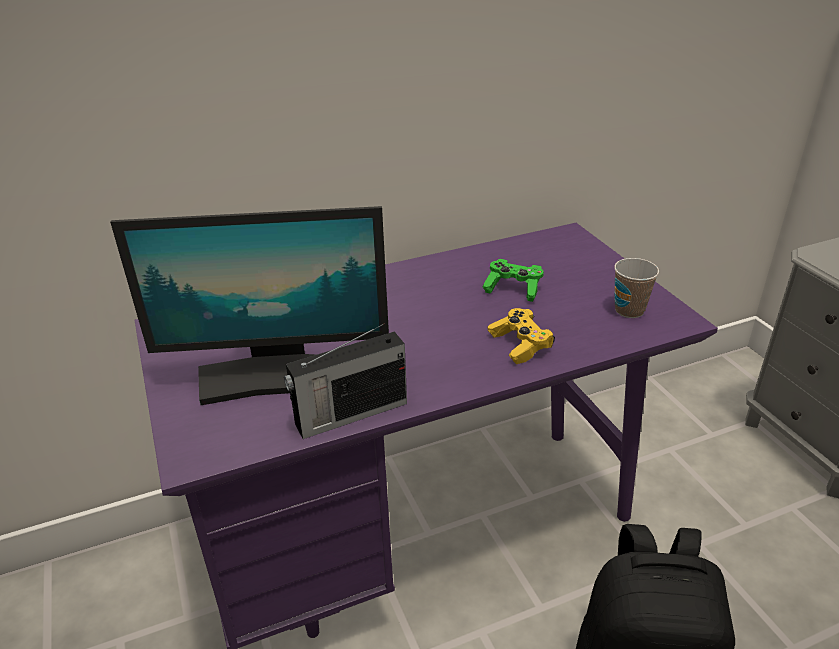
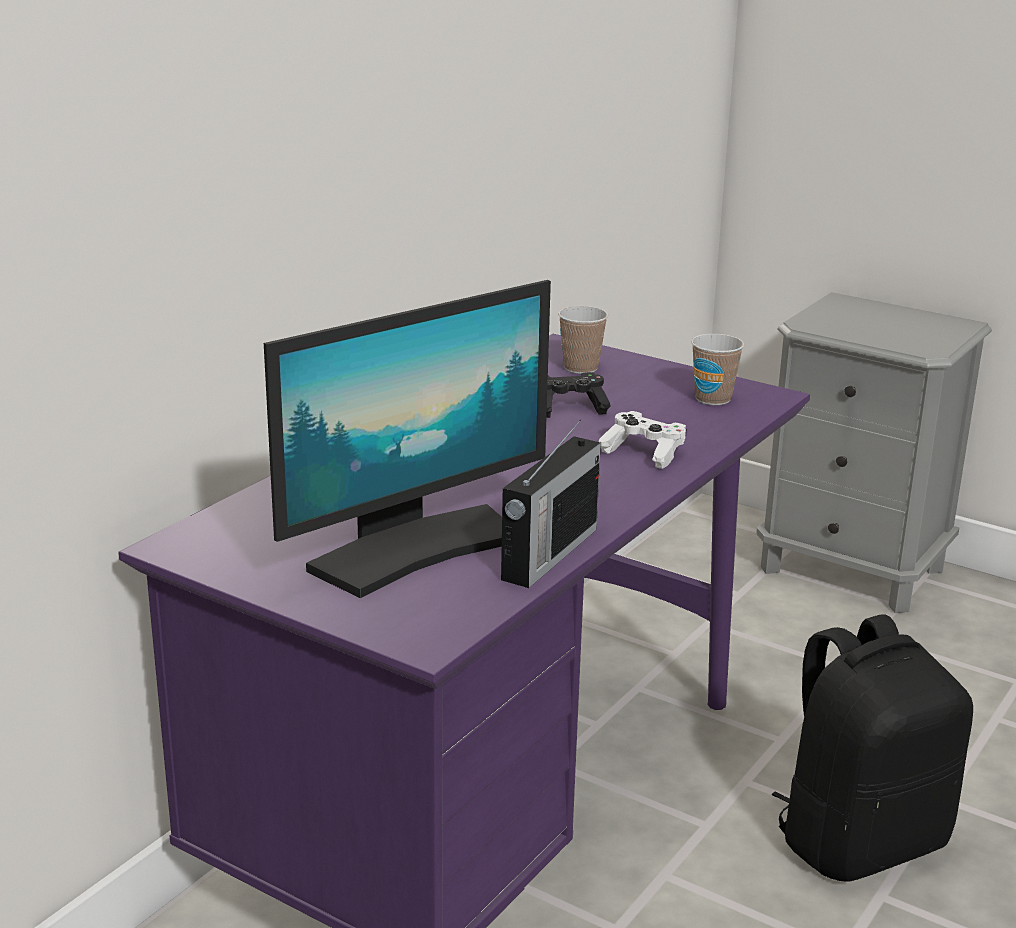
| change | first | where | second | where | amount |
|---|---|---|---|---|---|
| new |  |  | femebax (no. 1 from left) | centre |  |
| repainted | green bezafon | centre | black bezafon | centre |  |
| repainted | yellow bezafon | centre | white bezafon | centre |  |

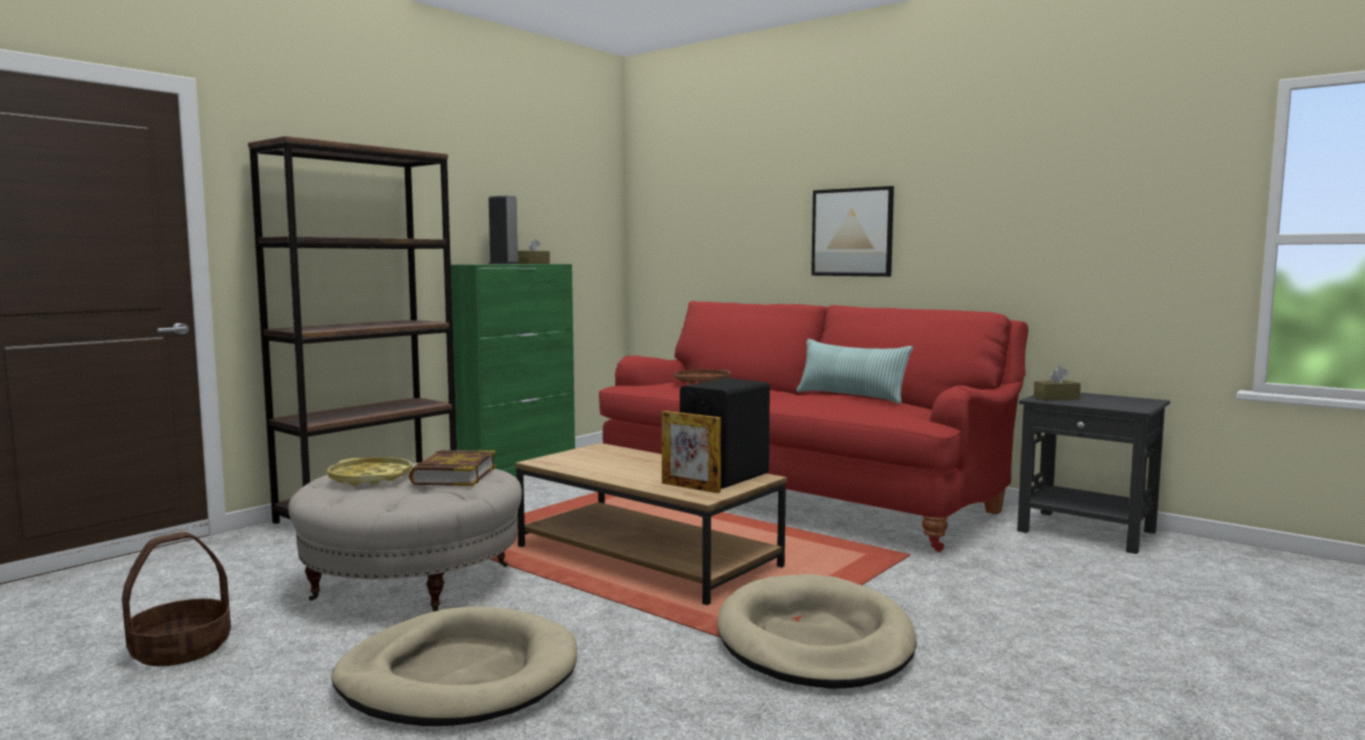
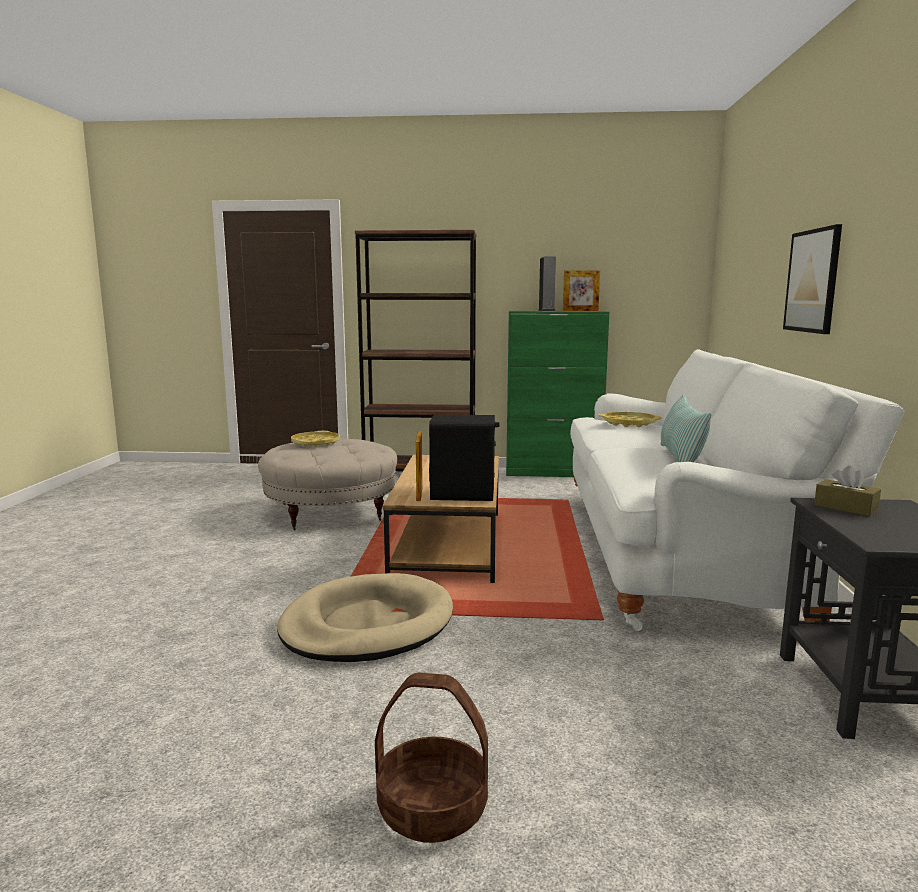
| change | first | where | second | where | amount |
|---|---|---|---|---|---|
| gone | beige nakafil (no. 1 from left) | bottom left |  |  |  |
| gone | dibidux | middle left |  |  |  |
| shifted | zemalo | bottom left |  | bottom centre |  |
| swapped | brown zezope (no. 1 from left) | centre | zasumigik (no. 2 from left) | top centre |  |
| repainted | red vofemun | centre | white vofemun | middle right |  |
| repainted | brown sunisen | centre | yellow sunisen (no. 2 from left) | middle right |  |

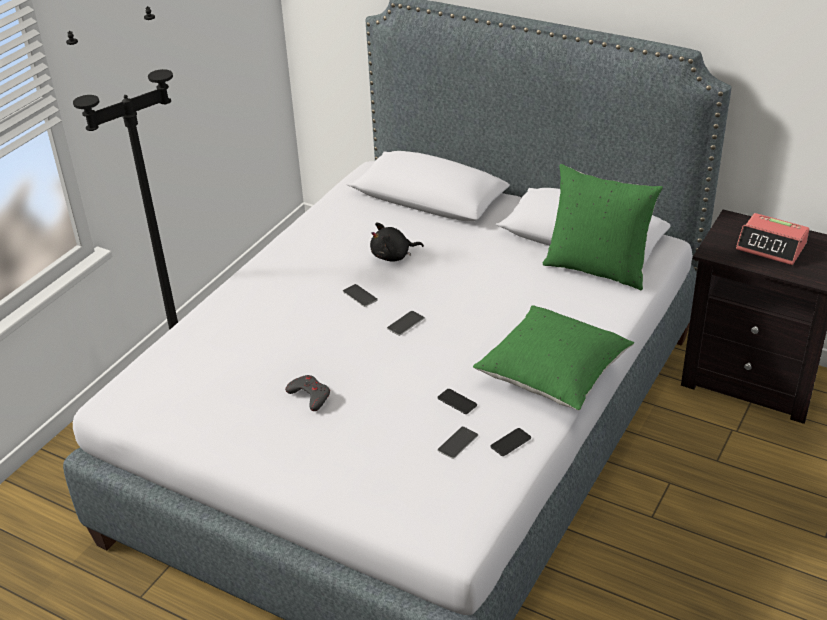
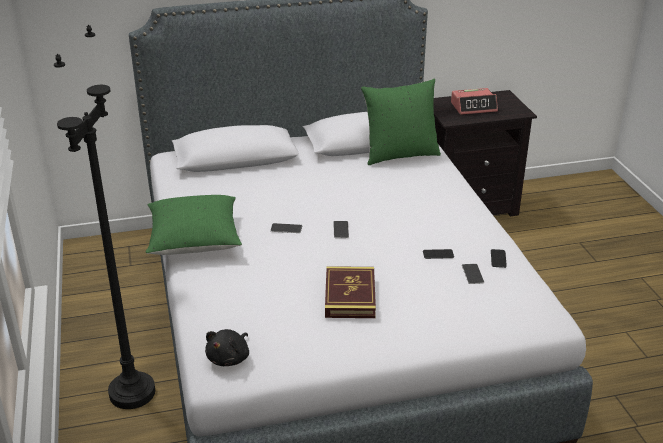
| change | first | where | second | where | amount |
|---|---|---|---|---|---|
| shifted | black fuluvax | centre |  | bottom centre |  |
| shifted | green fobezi (no. 1 from left) | middle right |  | middle left |  |
| swapped | grey bezafon | centre | dibidux | centre |  |

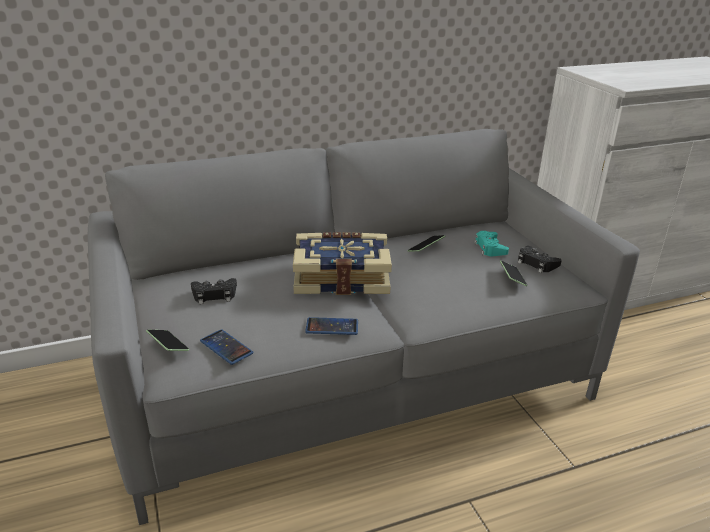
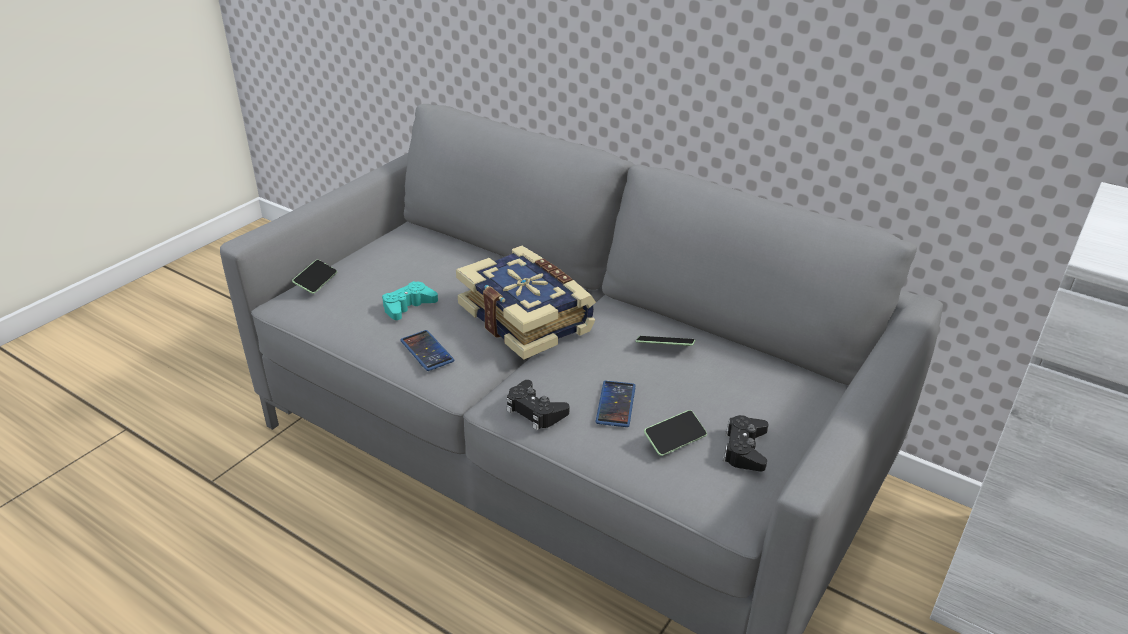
| change | first | where | second | where | amount |
|---|---|---|---|---|---|
| shifted | black bezafon (no. 1 from left) | middle left |  | centre |  |
| shifted | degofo (no. 2 from left in the first image) | middle left | degofo (no. 3 from left) | centre |  |
| shifted | turquoise bezafon | middle right |  | centre |  |

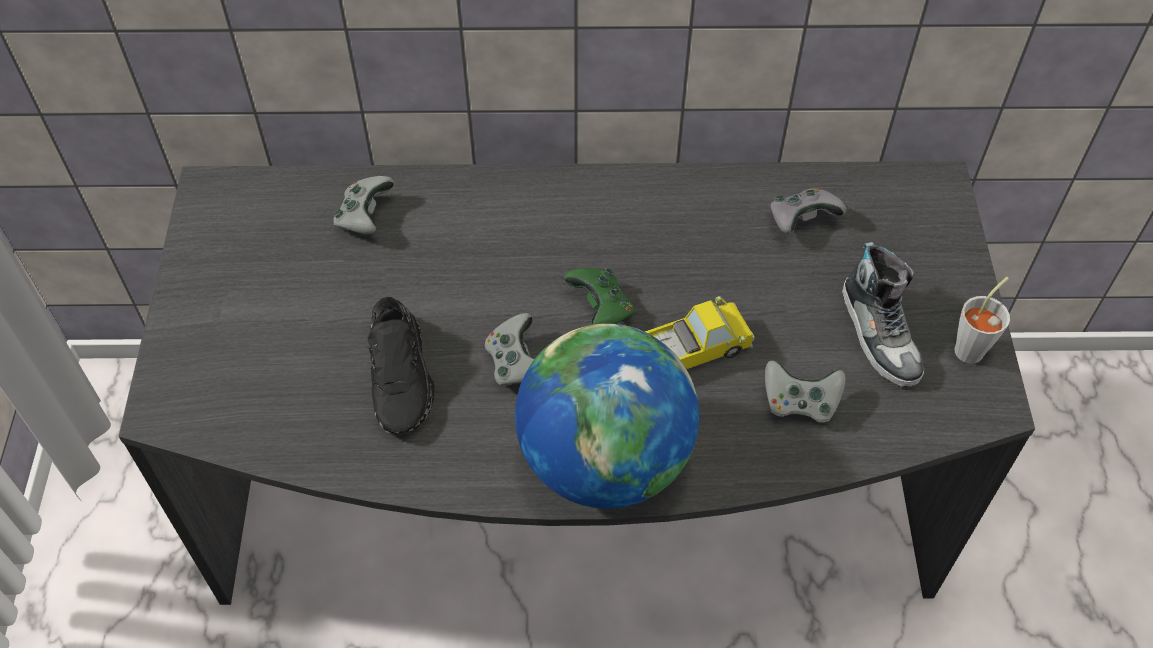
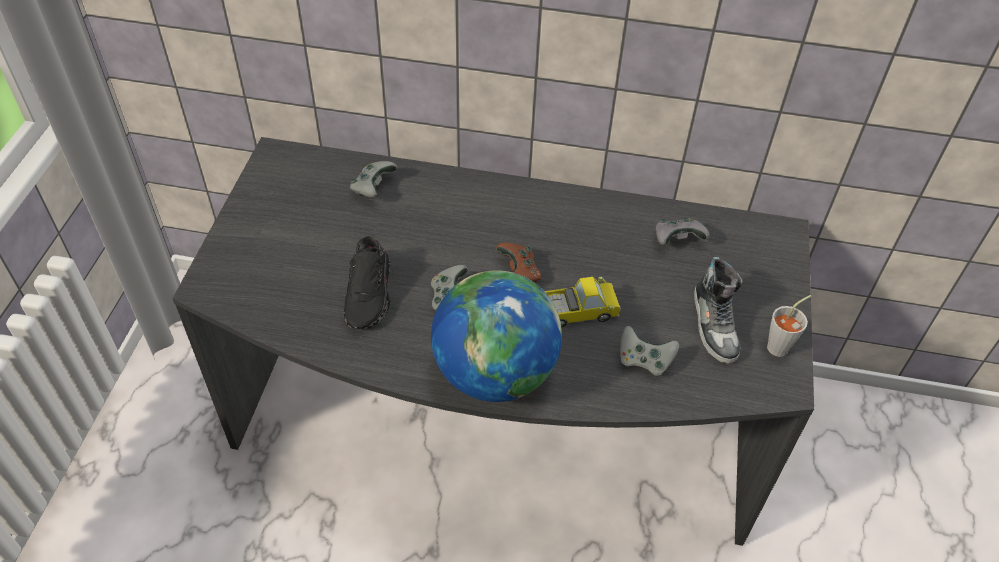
| change | first | where | second | where | amount |
|---|---|---|---|---|---|
| repainted | green bezafon | centre | brown bezafon | centre |  |

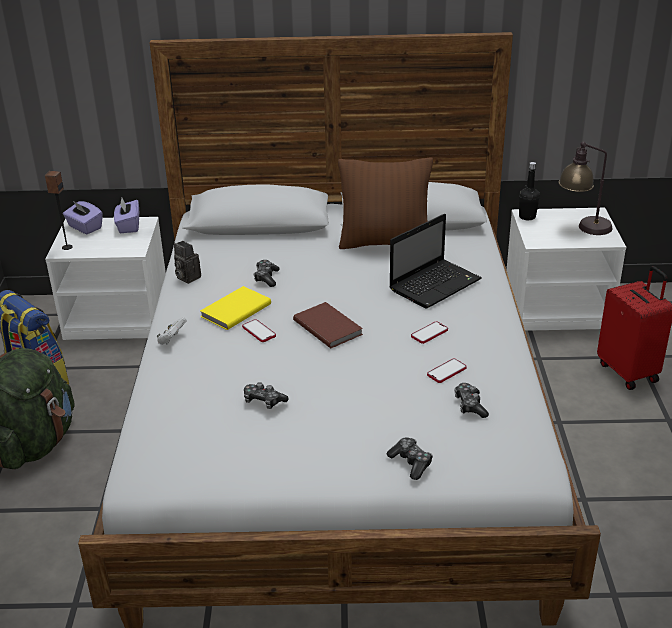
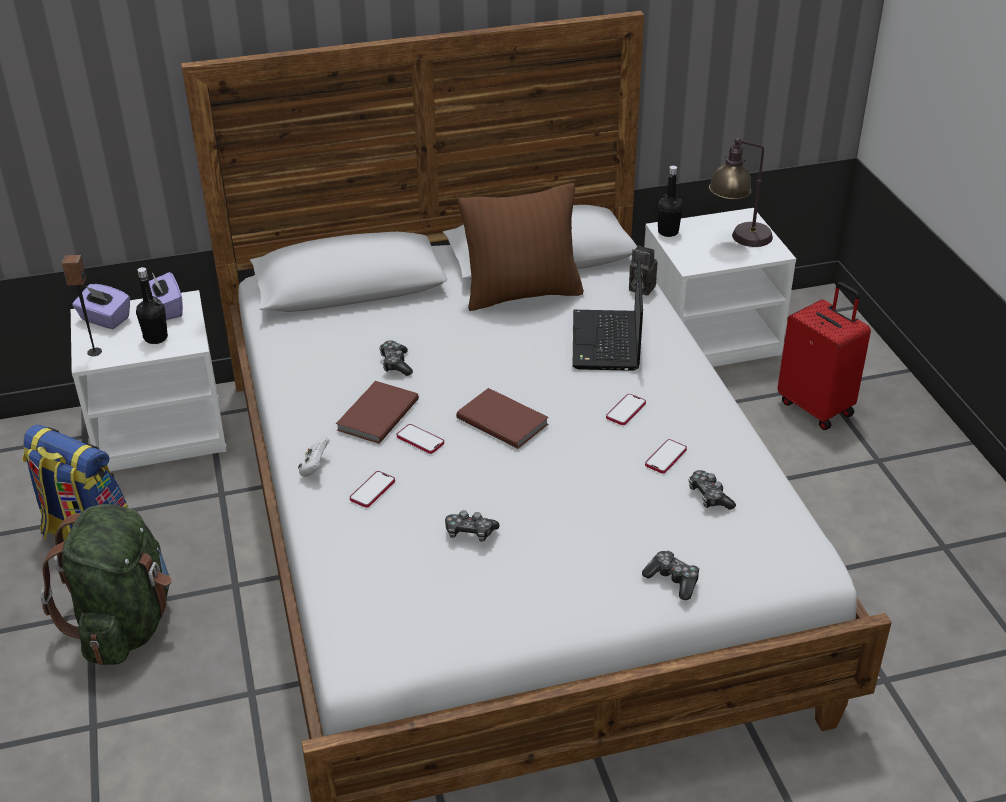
| change | first | where | second | where | amount |
|---|---|---|---|---|---|
| new |  |  | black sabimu (no. 1 from left) | middle left |  |
| new |  |  | degofo (no. 1 from left) | centre |  |
| shifted | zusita | middle left |  | centre |  |
| repainted | yellow dibidux | centre | brown dibidux (no. 1 from left) | centre |  |
| rotated | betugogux | centre |  | centre | 150 degrees clockwise |

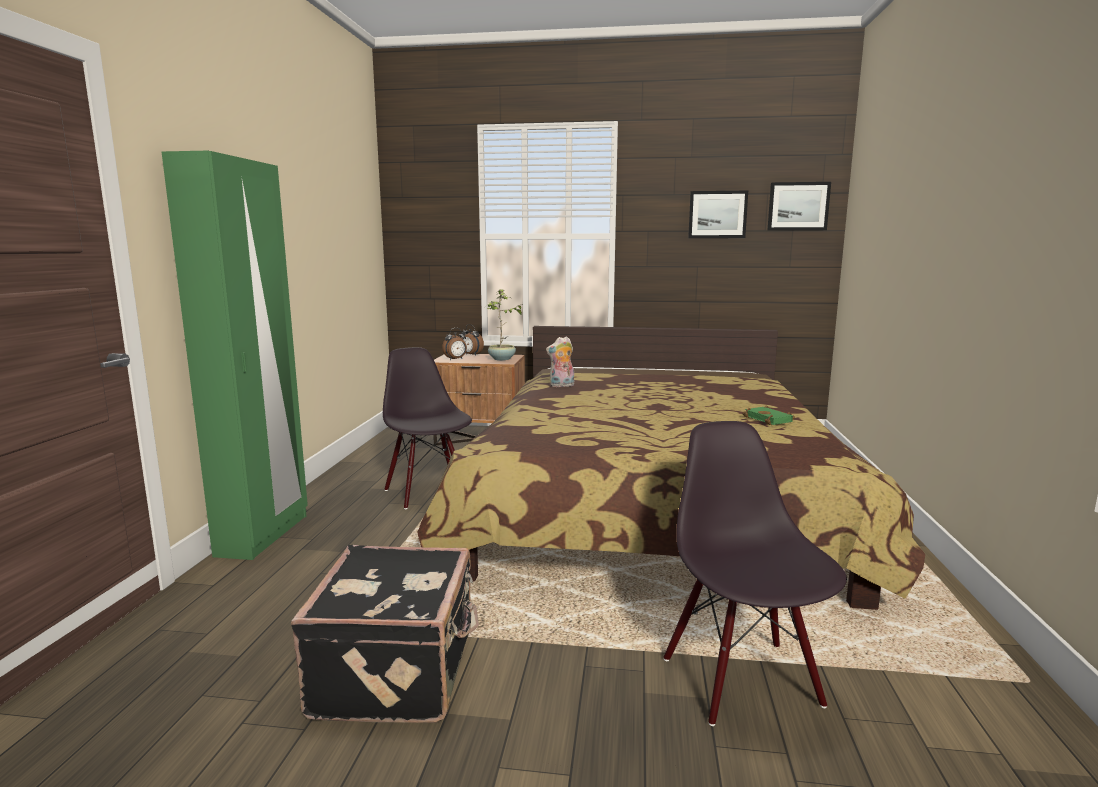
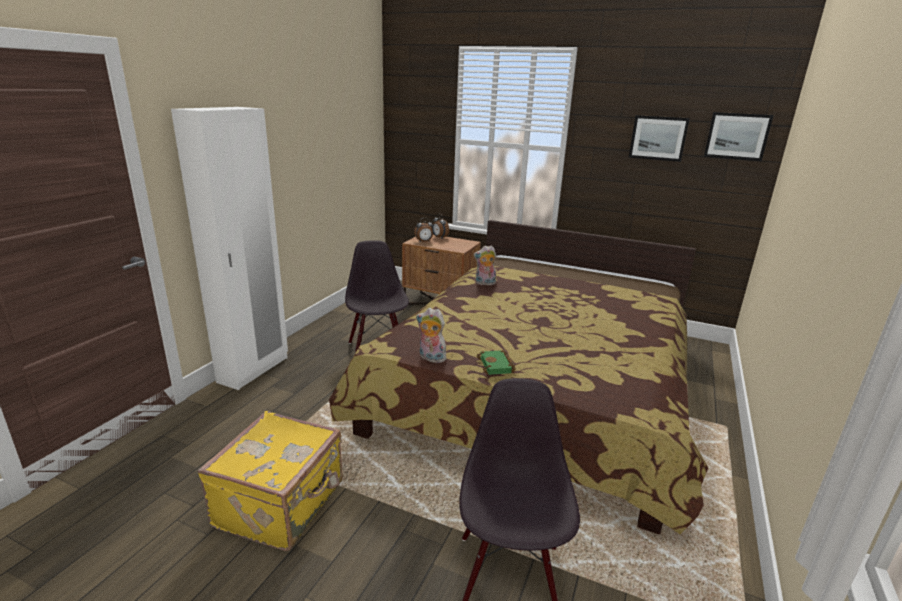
| change | first | where | second | where | amount |
|---|---|---|---|---|---|
| gone | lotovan | centre |  |  |  |
| new |  |  | fuluvax (no. 1 from left) | centre |  |
| shifted | green dibidux | middle right |  | centre |  |
| repainted | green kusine | middle left | white kusine | middle left |  |
| repainted | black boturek | bottom centre | yellow boturek | bottom left |  |

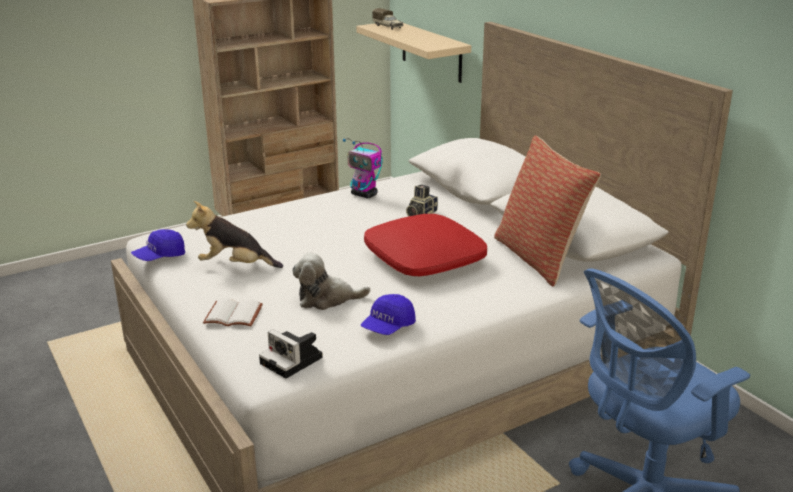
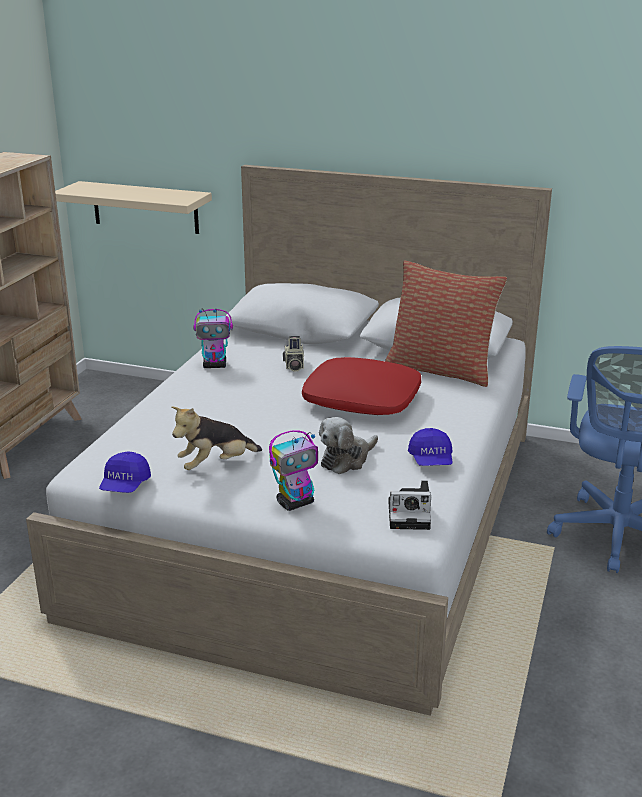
| change | first | where | second | where | amount |
|---|---|---|---|---|---|
| gone | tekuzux | top centre |  |  |  |
| swapped | white dibidux | middle left | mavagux (no. 2 from left) | centre |  |

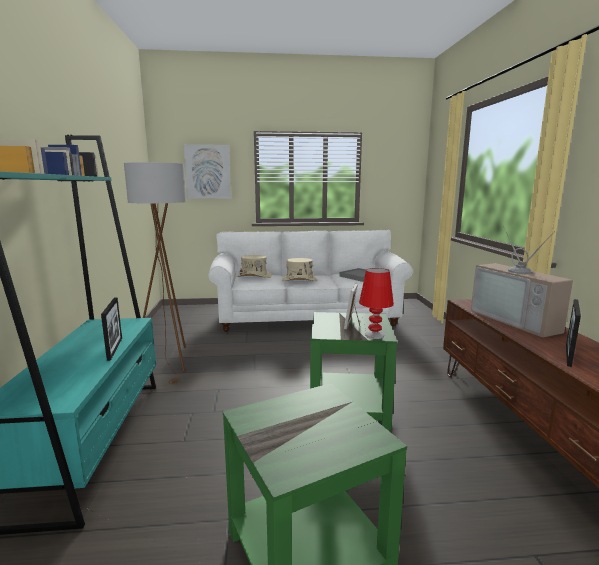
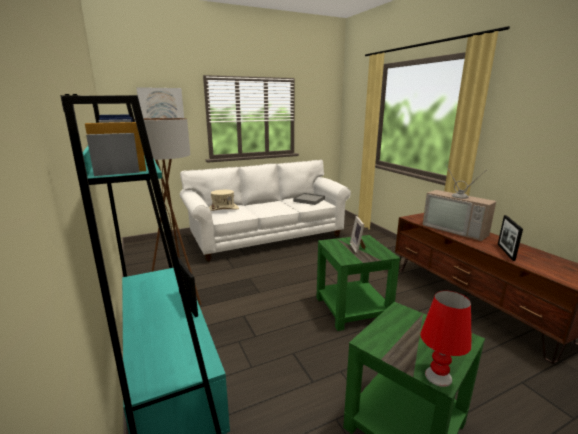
| change | first | where | second | where | amount |
|---|---|---|---|---|---|
| gone | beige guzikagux (no. 2 from left) | centre |  |  |  |
| shifted | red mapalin | centre |  | bottom right |  |

